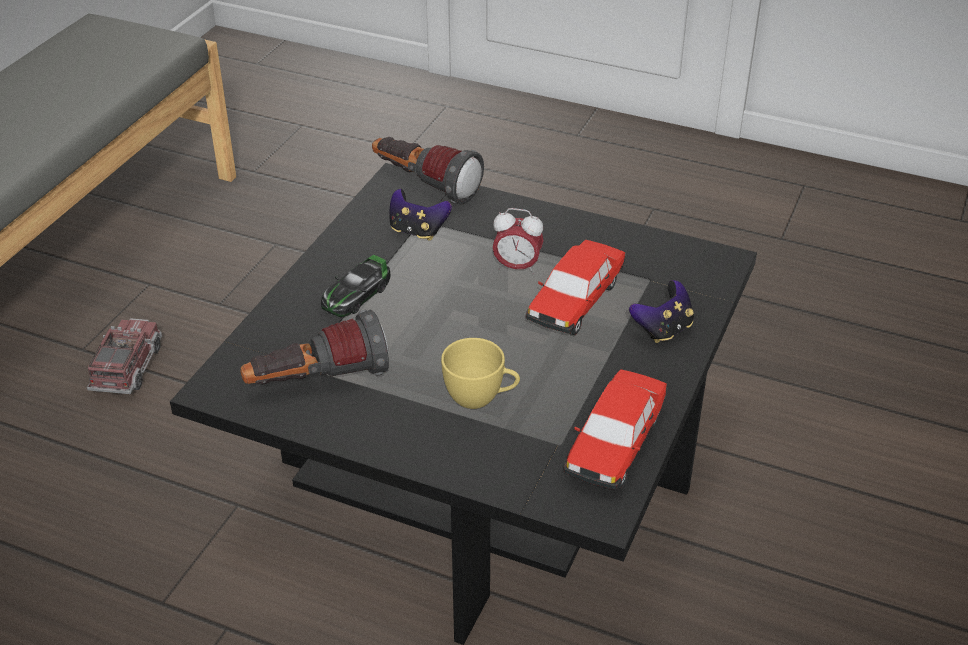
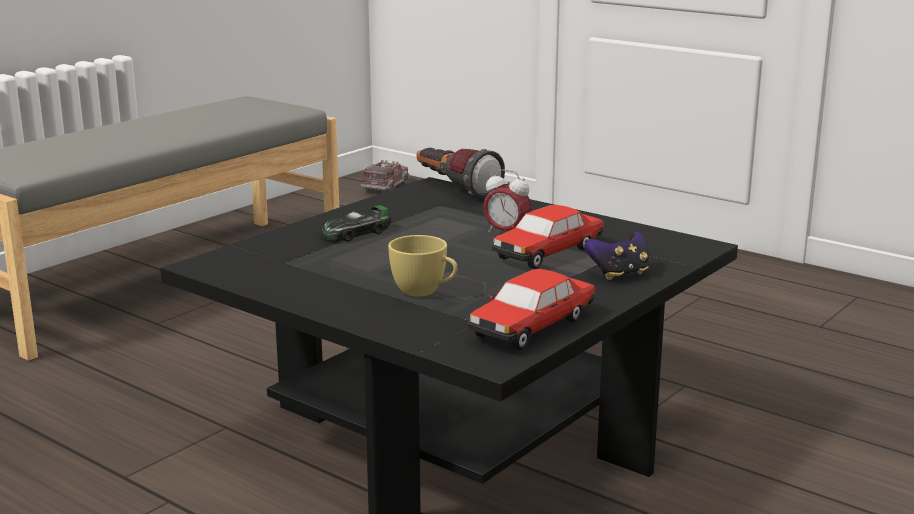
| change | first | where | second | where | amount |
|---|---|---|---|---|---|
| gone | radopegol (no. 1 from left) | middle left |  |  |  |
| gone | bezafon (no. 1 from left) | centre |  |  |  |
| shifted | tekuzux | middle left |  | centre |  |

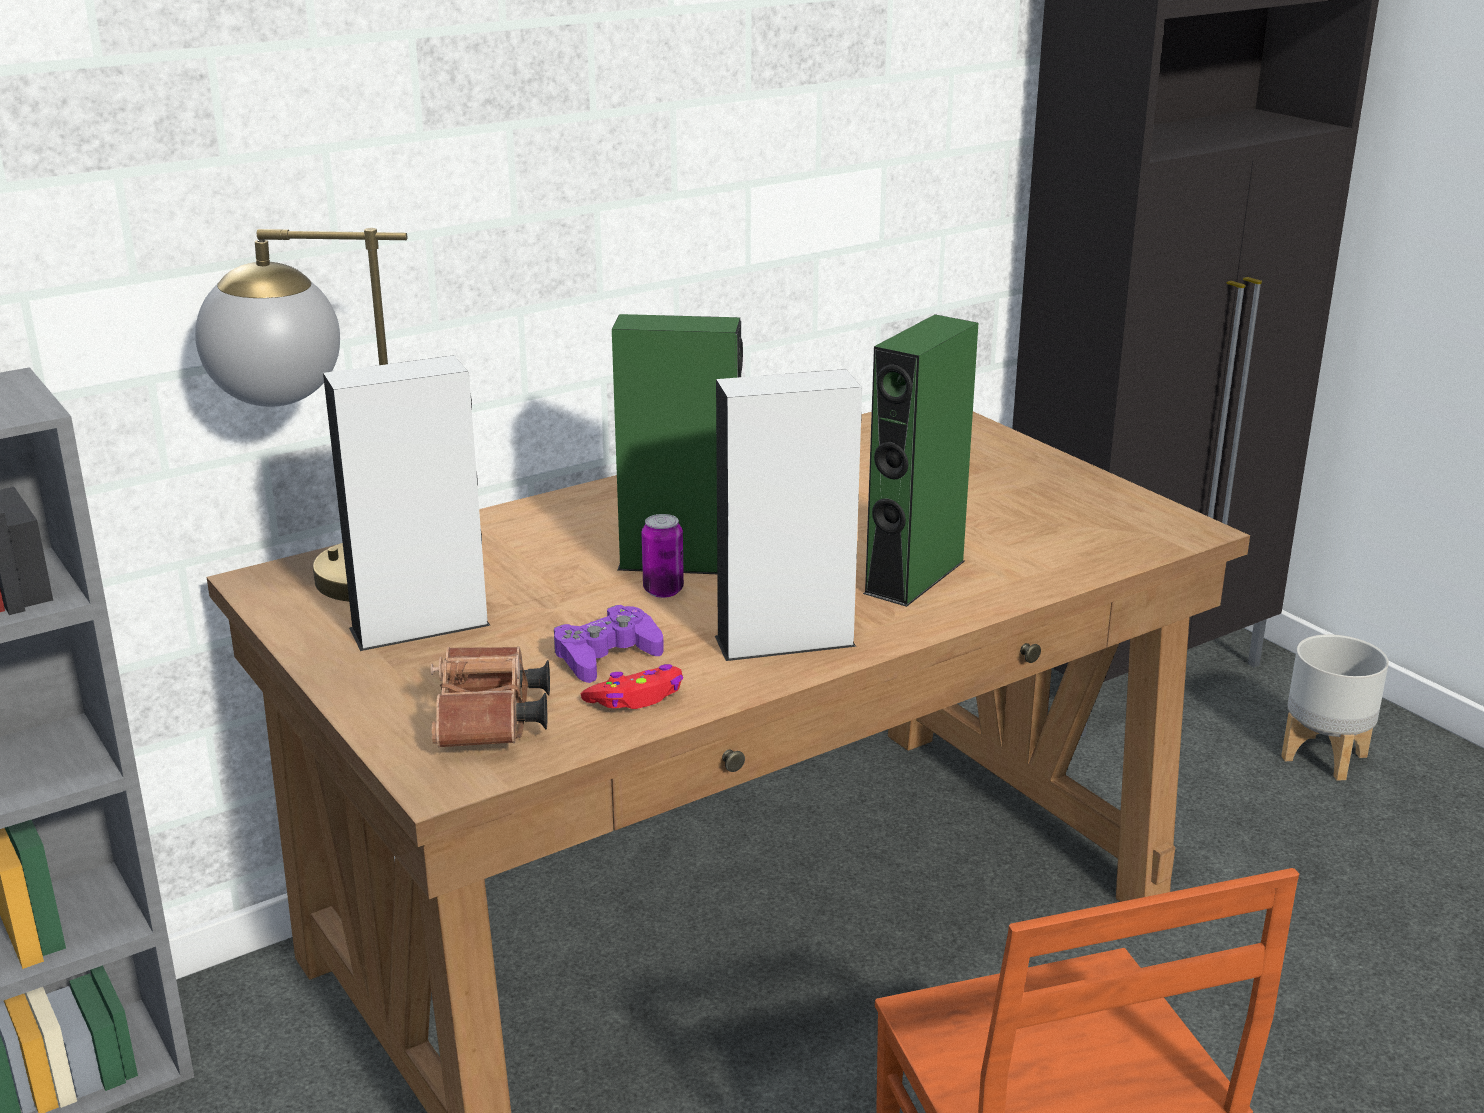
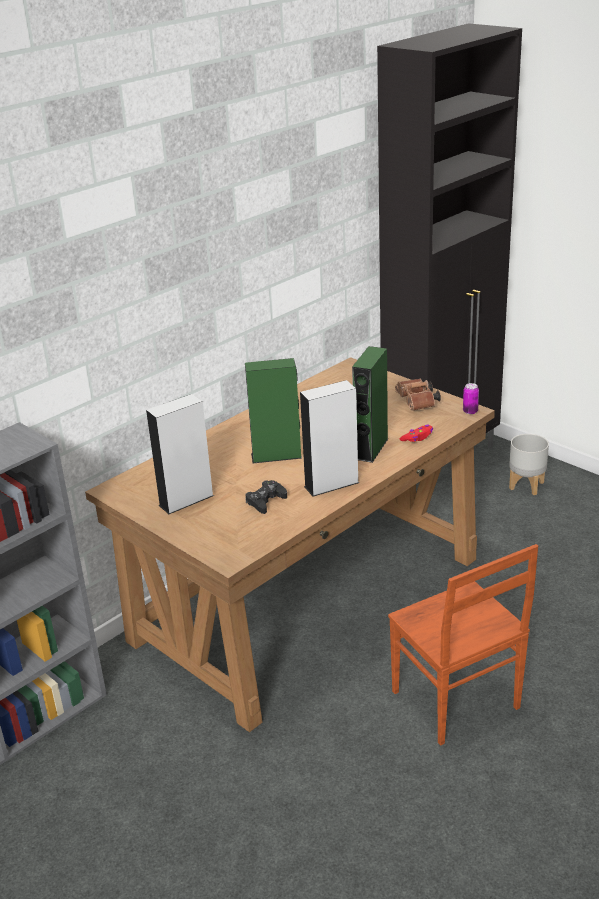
| change | first | where | second | where | amount |
|---|---|---|---|---|---|
| gone | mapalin | middle left |  |  |  |
| shifted | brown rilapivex | middle left |  | middle right |  |
| shifted | red bezafon | centre |  | middle right |  |
| shifted | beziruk | centre |  | middle right |  |
| repainted | purple bezafon | centre | black bezafon | centre |  |

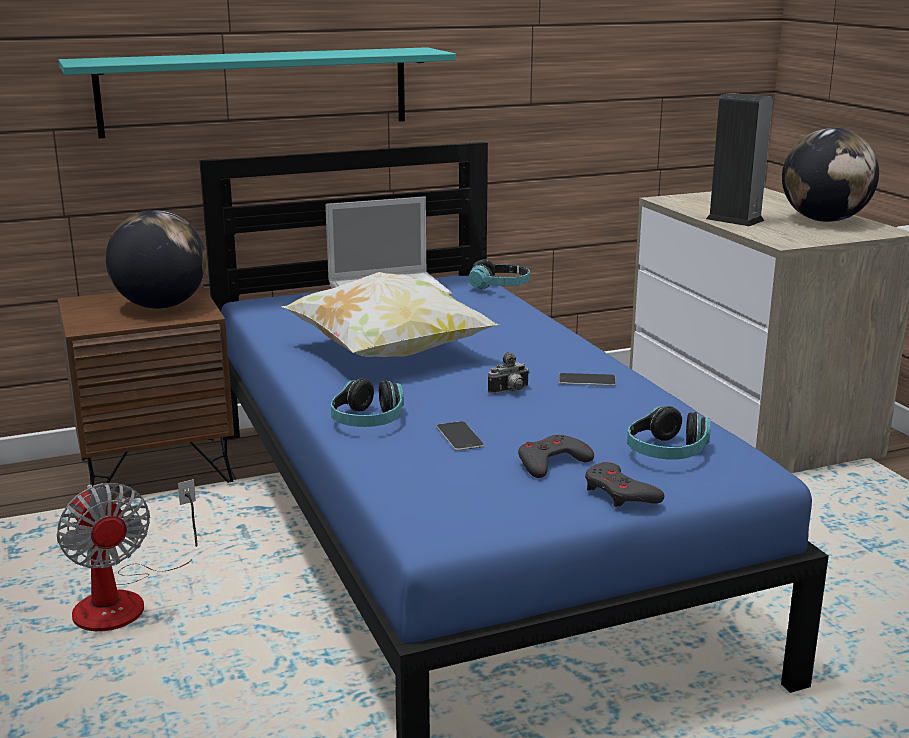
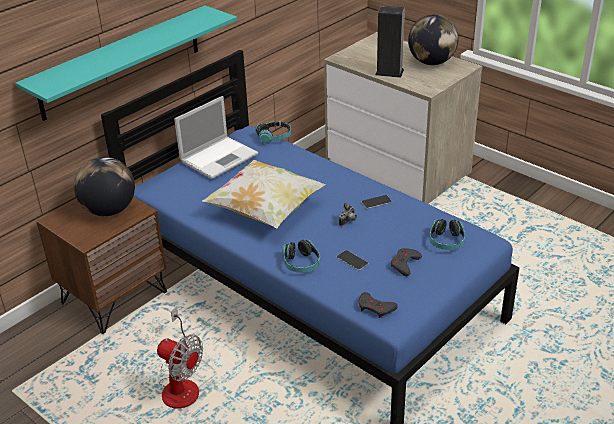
| change | first | where | second | where | amount |
|---|---|---|---|---|---|
| shifted | grey bezafon (no. 2 from left in the first image) | middle right | grey bezafon (no. 1 from left) | bottom centre |  |

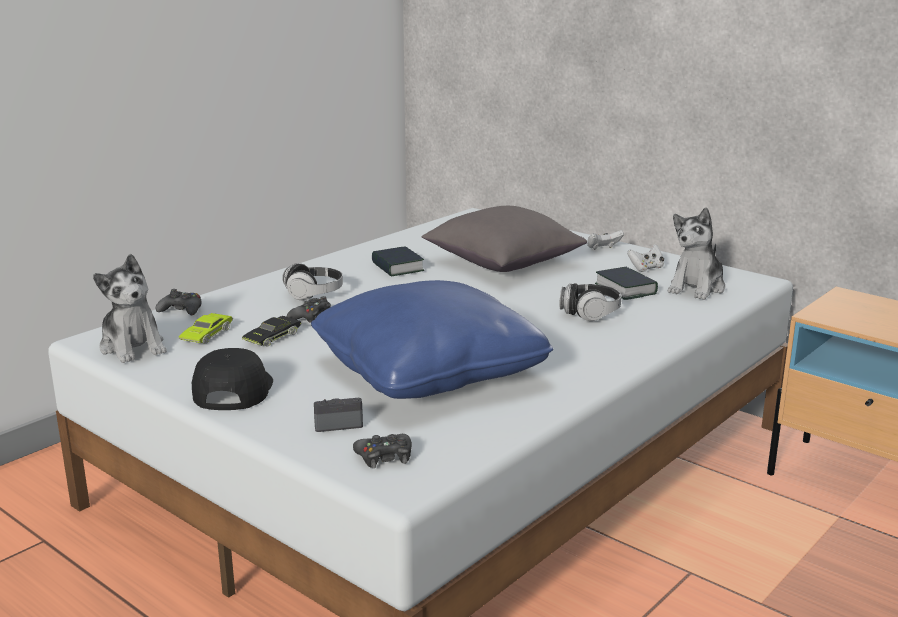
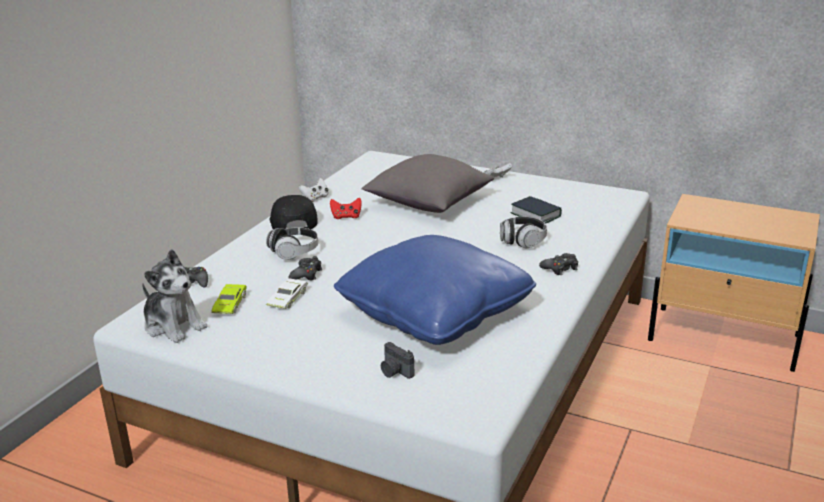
| change | first | where | second | where | amount |
|---|---|---|---|---|---|
| gone | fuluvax (no. 2 from left) | middle right |  |  |  |
| shifted | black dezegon | middle left |  | centre |  |
| shifted | black bezafon (no. 3 from left) | bottom centre |  | middle right |  |
| shifted | white bezafon (no. 2 from left in the first image) | middle right | white bezafon (no. 1 from left) | centre |  |
| swapped | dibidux (no. 1 from left) | centre | red bezafon | centre |  |
| repainted | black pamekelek | middle left | white pamekelek | centre |  |
| rotated | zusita | bottom centre |  | bottom centre | 105 degrees counterclockwise |

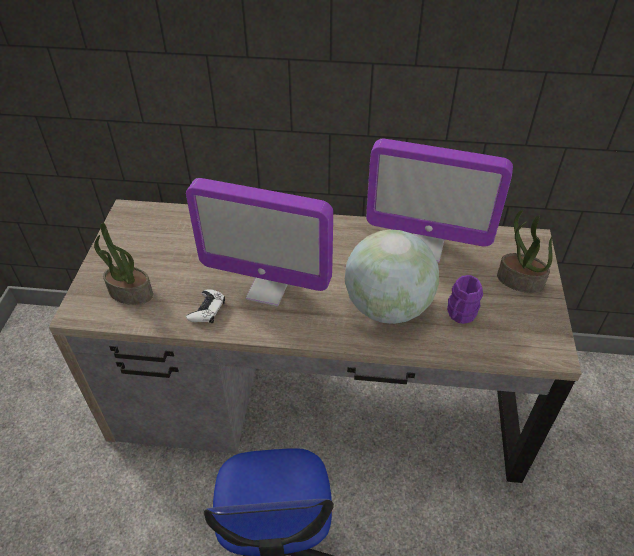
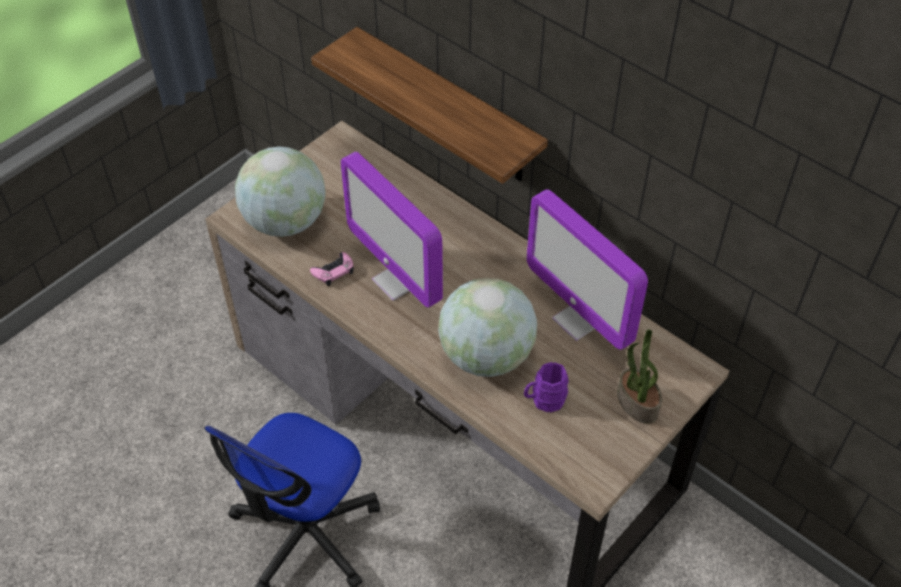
| change | first | where | second | where | amount |
|---|---|---|---|---|---|
| new |  |  | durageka | top centre |  |
| swapped | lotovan (no. 1 from left) | middle left | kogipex (no. 1 from left) | top left |  |
| repainted | white bezafon | middle left | pink bezafon | centre |  |

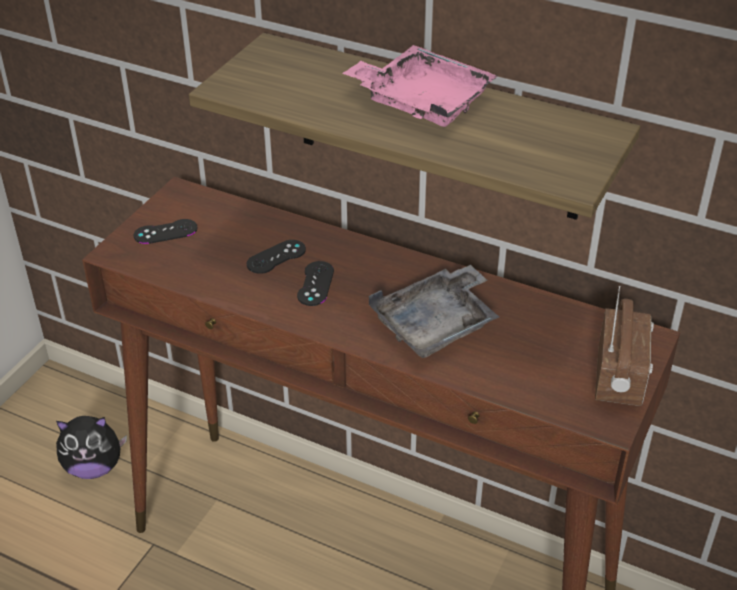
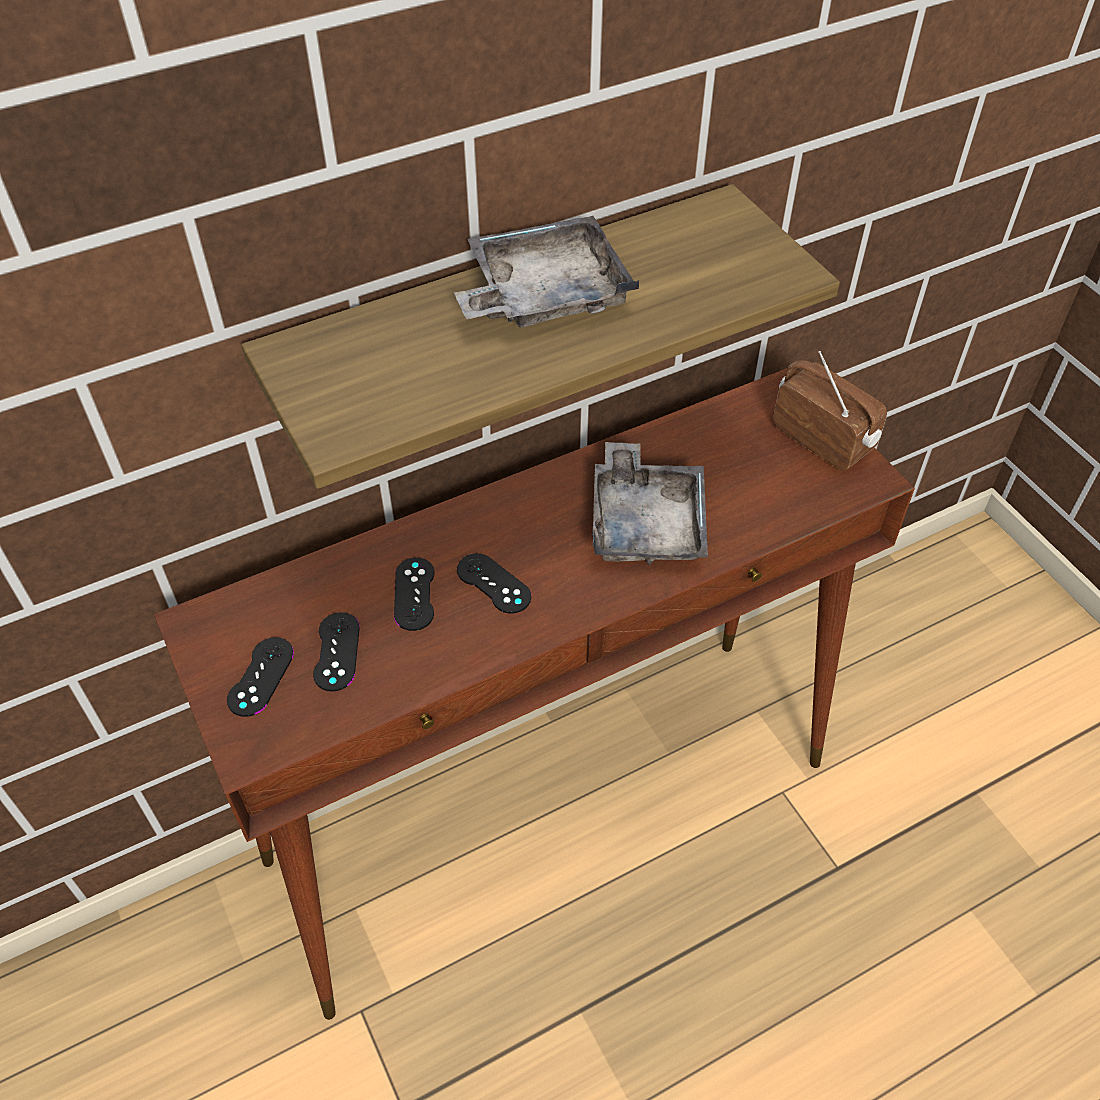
| change | first | where | second | where | amount |
|---|---|---|---|---|---|
| gone | fuluvax | bottom left |  |  |  |
| new |  |  | black bezafon (no. 2 from left) | middle left |  |
| repainted | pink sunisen | top centre | grey sunisen (no. 1 from left) | top centre |  |

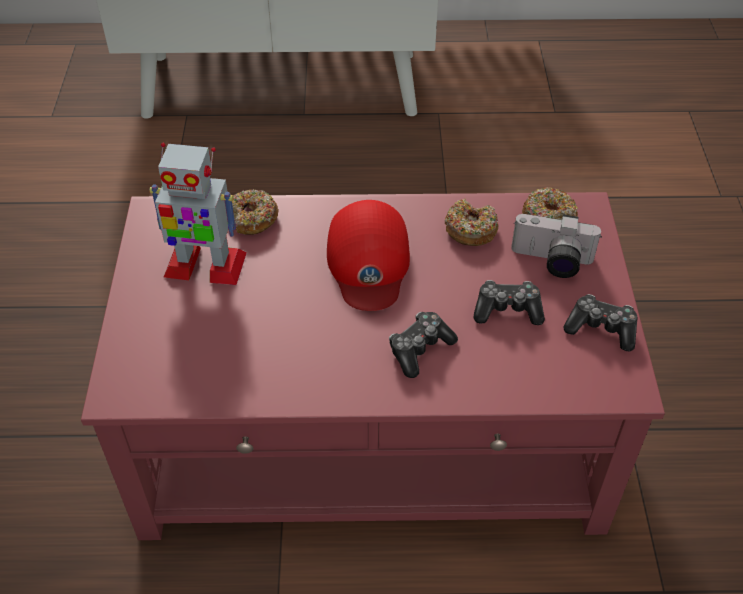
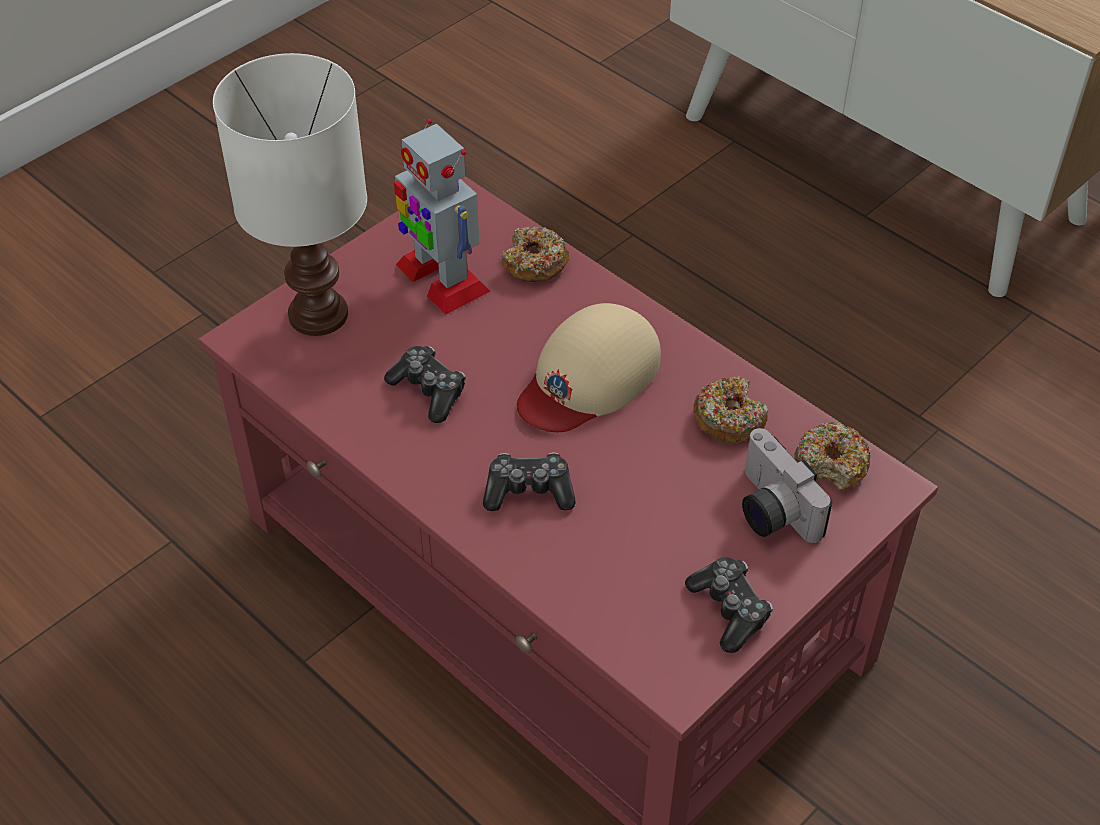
| change | first | where | second | where | amount |
|---|---|---|---|---|---|
| new |  |  | white mapalin | top left |  |
| shifted | bezafon (no. 2 from left in the first image) | middle right | bezafon (no. 1 from left) | centre |  |
| repainted | red dezegon | centre | beige dezegon | centre |  |

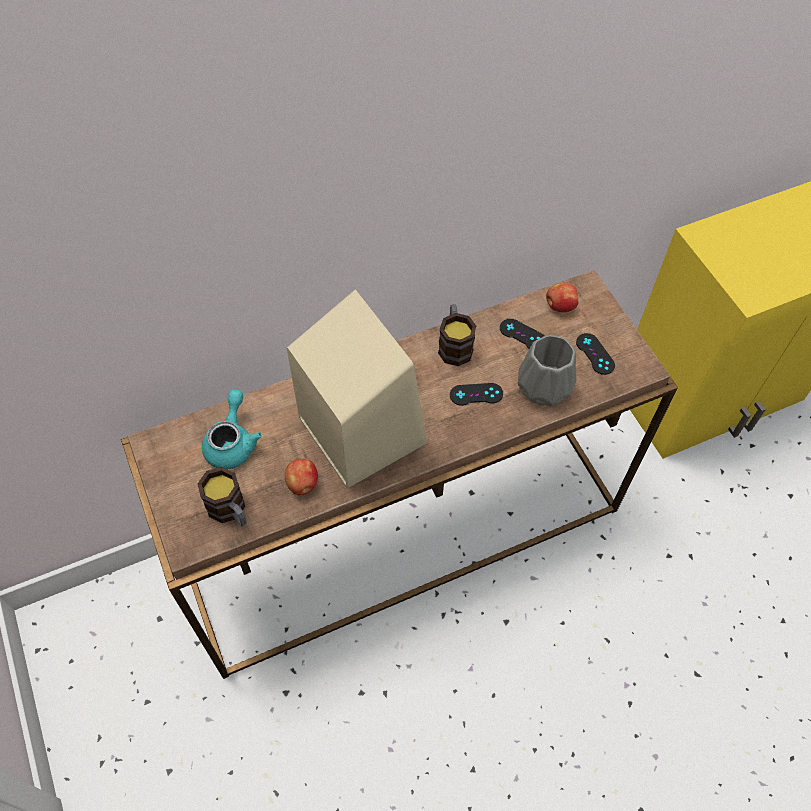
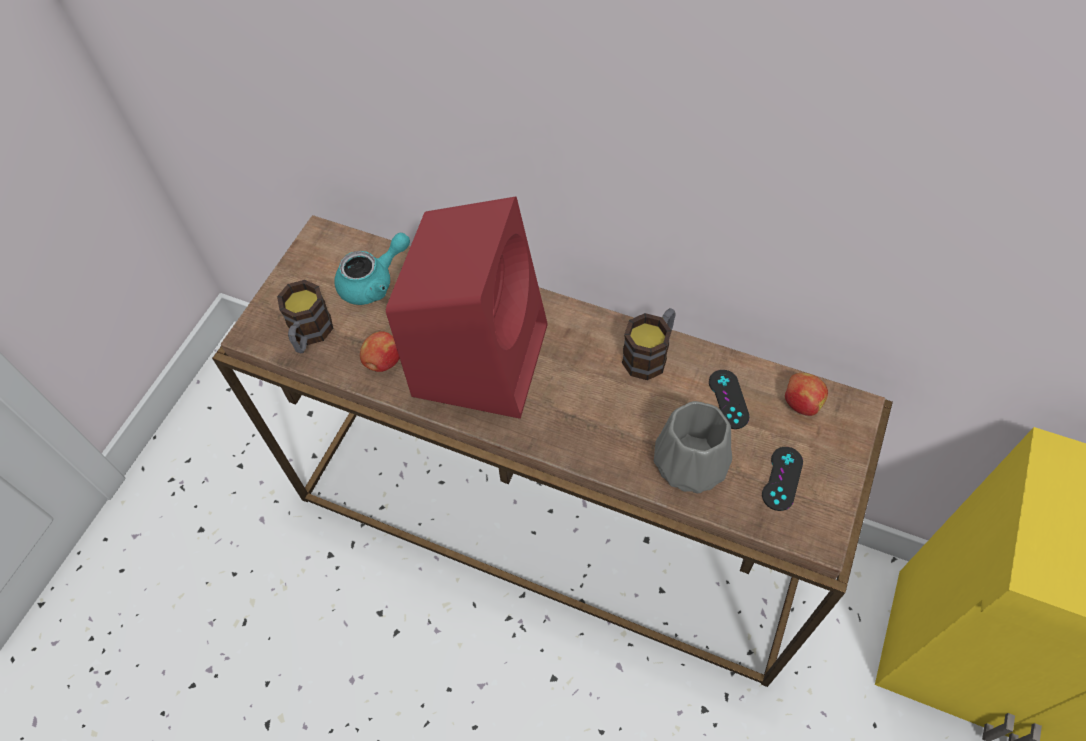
| change | first | where | second | where | amount |
|---|---|---|---|---|---|
| gone | black bezafon (no. 1 from left) | centre |  |  |  |
| repainted | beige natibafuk | centre | red natibafuk | centre |  |

